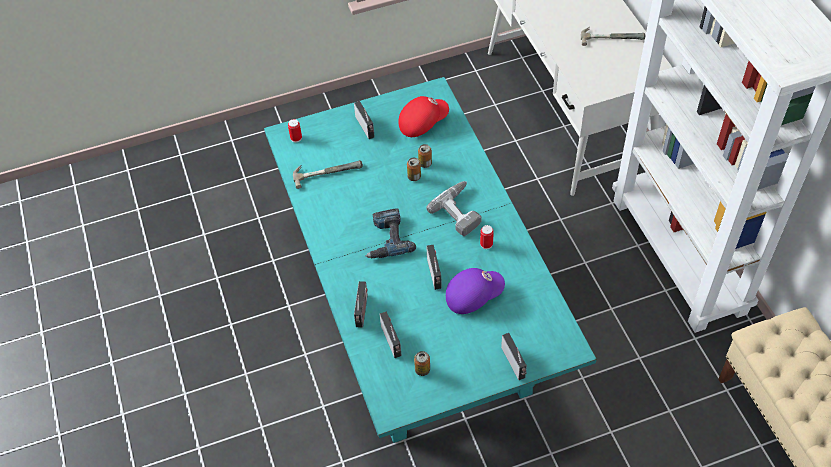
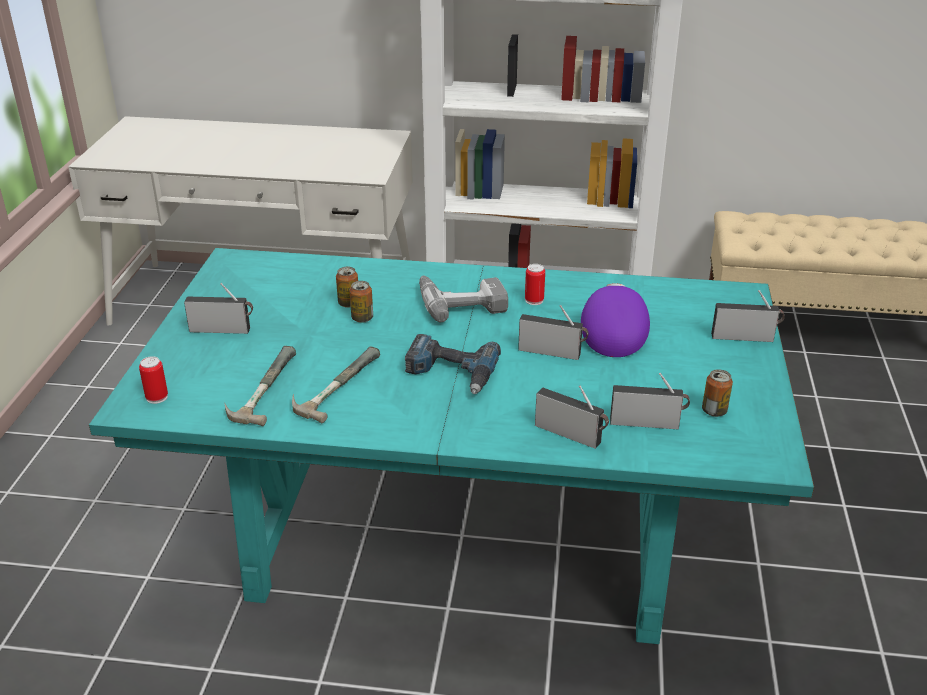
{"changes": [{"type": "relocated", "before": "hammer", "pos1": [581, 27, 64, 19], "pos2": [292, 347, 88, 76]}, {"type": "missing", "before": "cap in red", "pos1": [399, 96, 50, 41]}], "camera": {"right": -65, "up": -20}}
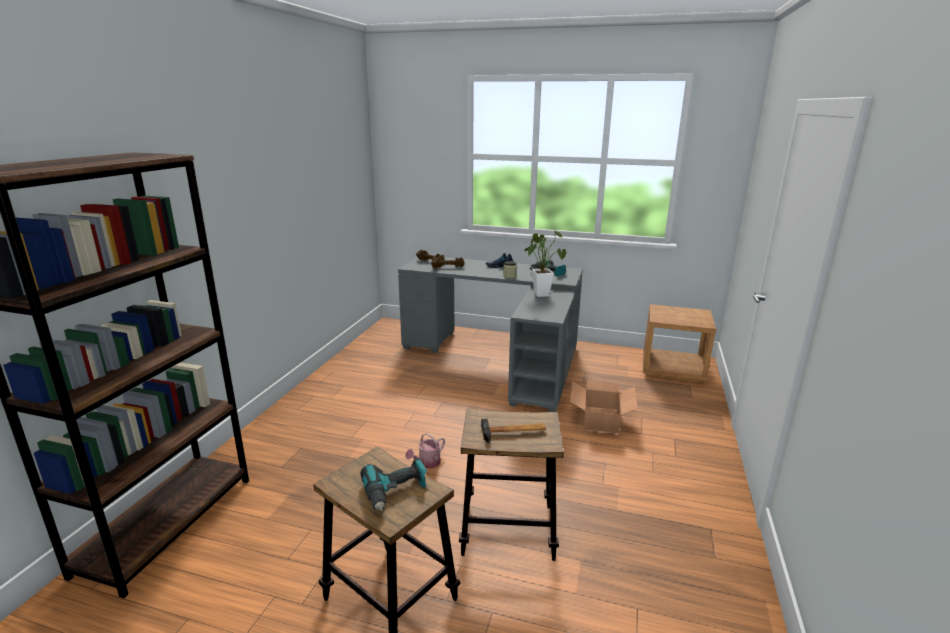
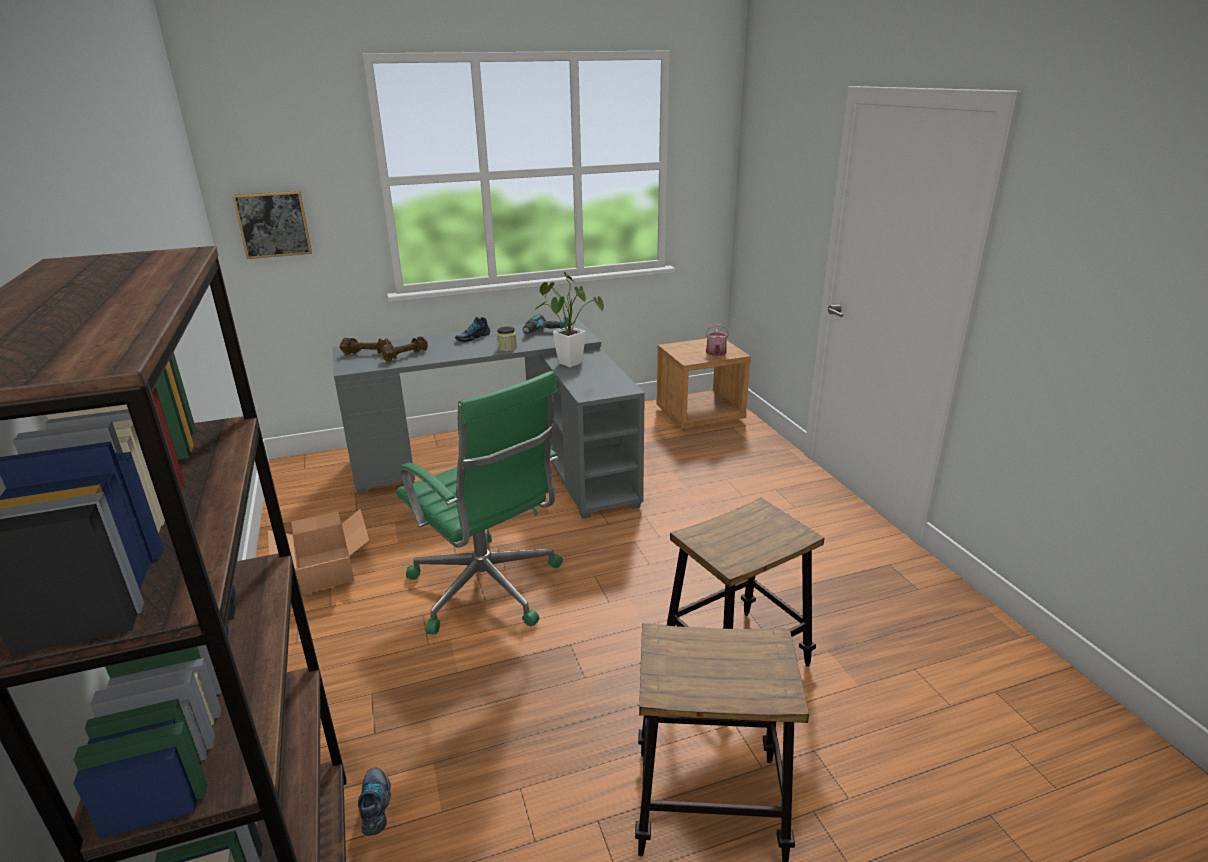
{"changes": [{"type": "appeared", "after": "picture", "pos2": [232, 191, 80, 68]}, {"type": "relocated", "before": "cardboard box", "pos1": [570, 380, 68, 53], "pos2": [268, 509, 101, 85]}, {"type": "appeared", "after": "shoe", "pos2": [358, 768, 33, 68]}, {"type": "appeared", "after": "office chair in green", "pos2": [396, 371, 167, 264]}, {"type": "relocated", "before": "watering can", "pos1": [405, 433, 40, 36], "pos2": [706, 324, 23, 32]}, {"type": "missing", "before": "power drill", "pos1": [360, 458, 68, 53]}, {"type": "missing", "before": "hammer", "pos1": [481, 419, 65, 24]}], "camera": {"right": -35, "up": 5}}
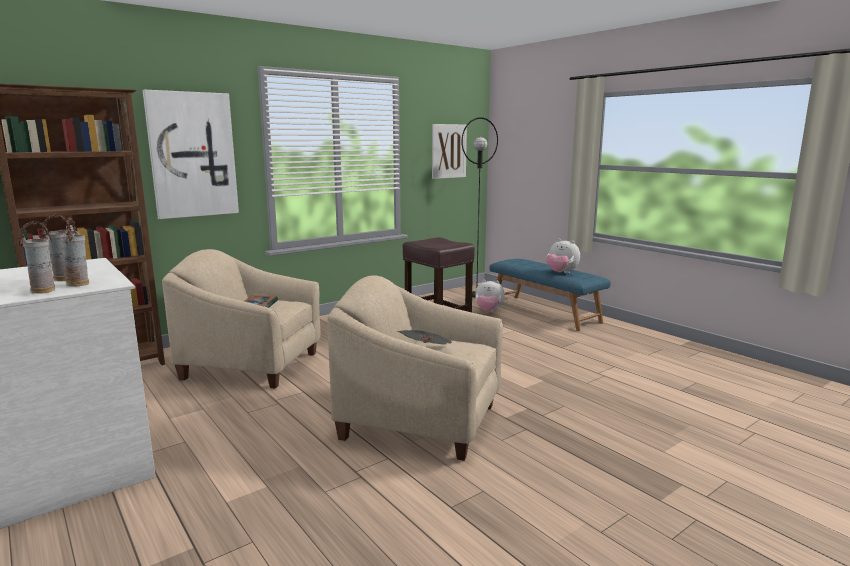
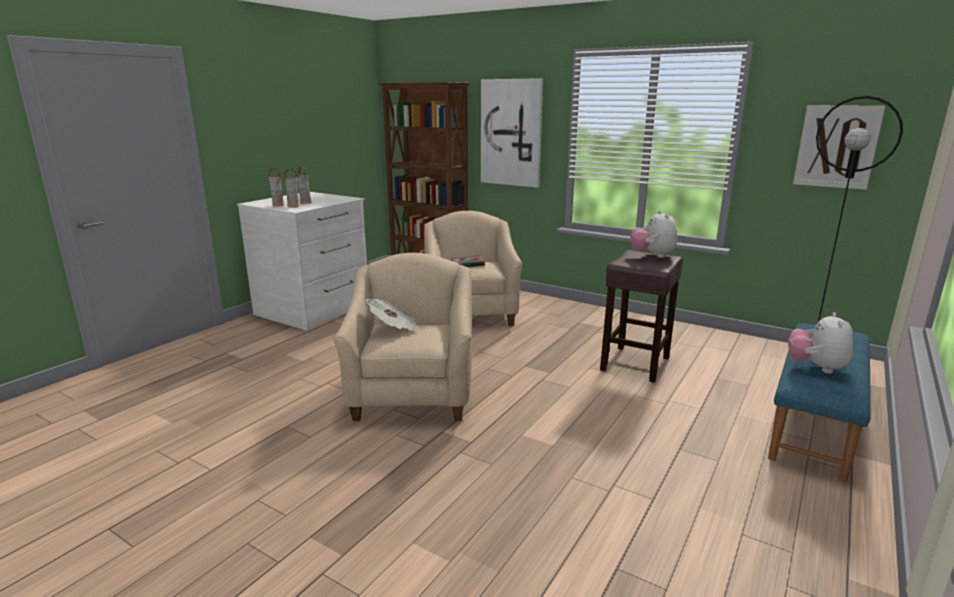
{"changes": [{"type": "relocated", "before": "plush toy", "pos1": [475, 280, 30, 31], "pos2": [630, 210, 47, 48]}], "camera": {"right": 70, "up": 5}}
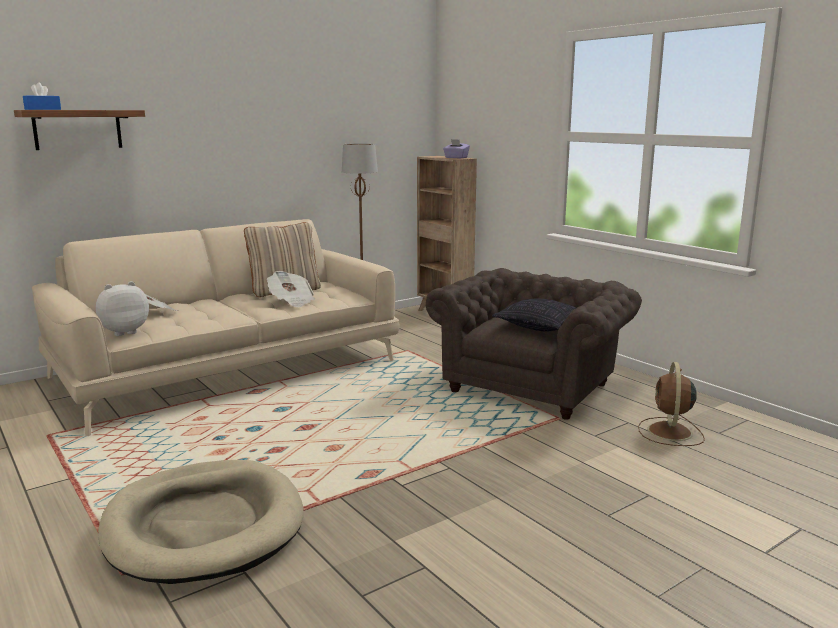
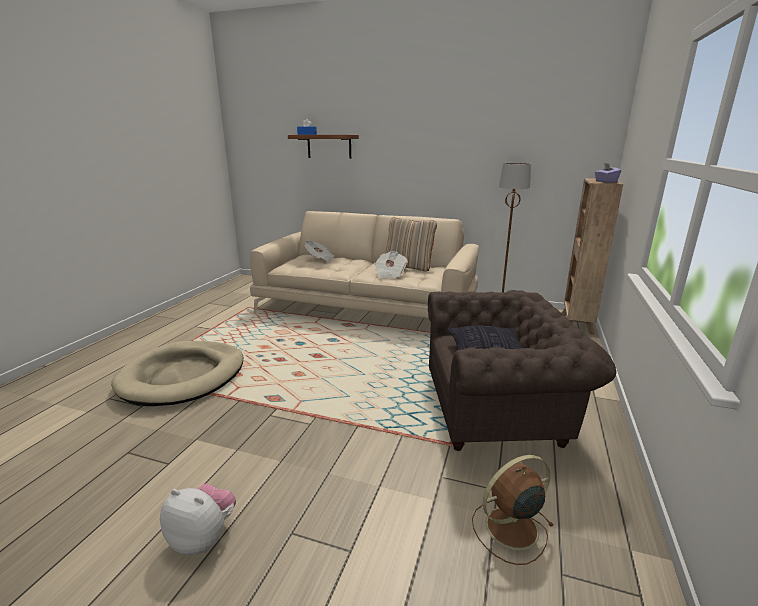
{"changes": [{"type": "relocated", "before": "plush toy", "pos1": [96, 281, 53, 55], "pos2": [160, 484, 76, 71]}], "camera": {"right": 55, "up": 5}}
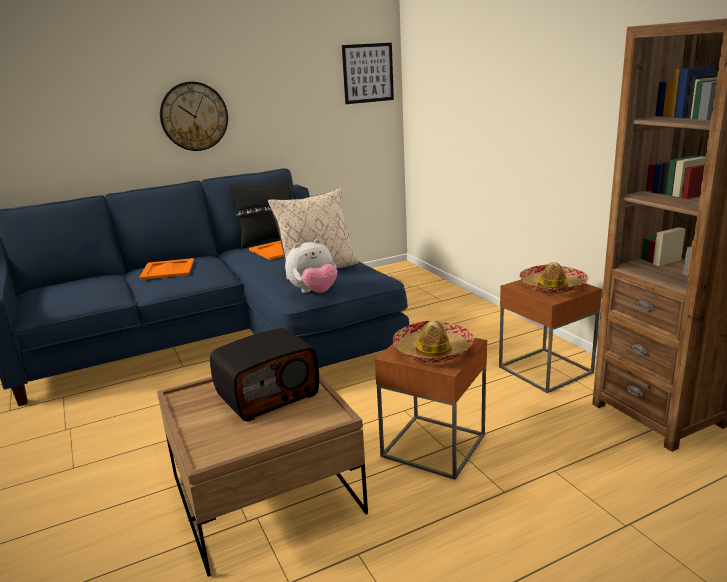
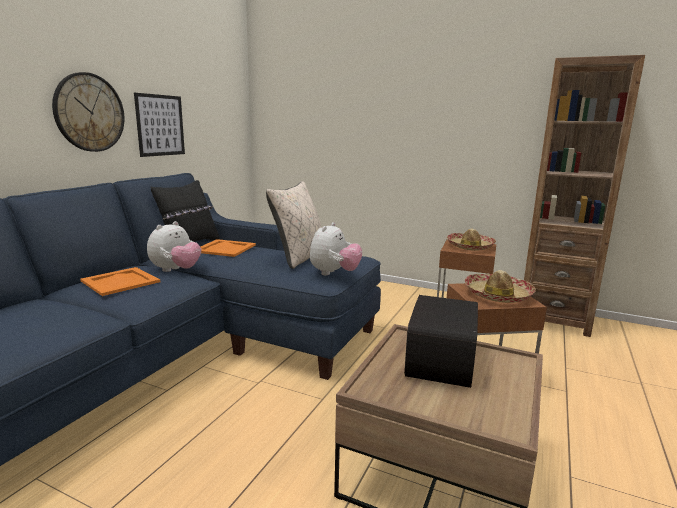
{"changes": [{"type": "relocated", "before": "picture", "pos1": [342, 43, 52, 61], "pos2": [134, 93, 51, 64]}, {"type": "appeared", "after": "plush toy", "pos2": [147, 221, 54, 51]}], "camera": {"right": -40, "up": -5}}
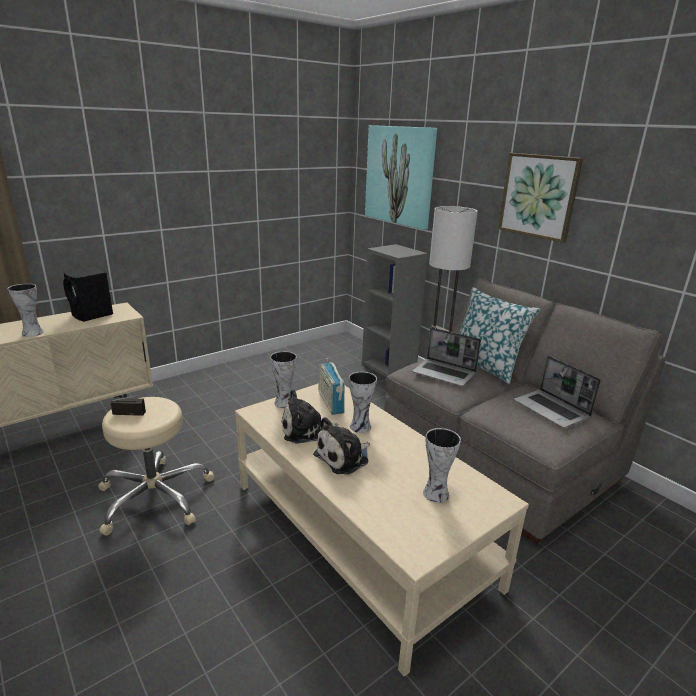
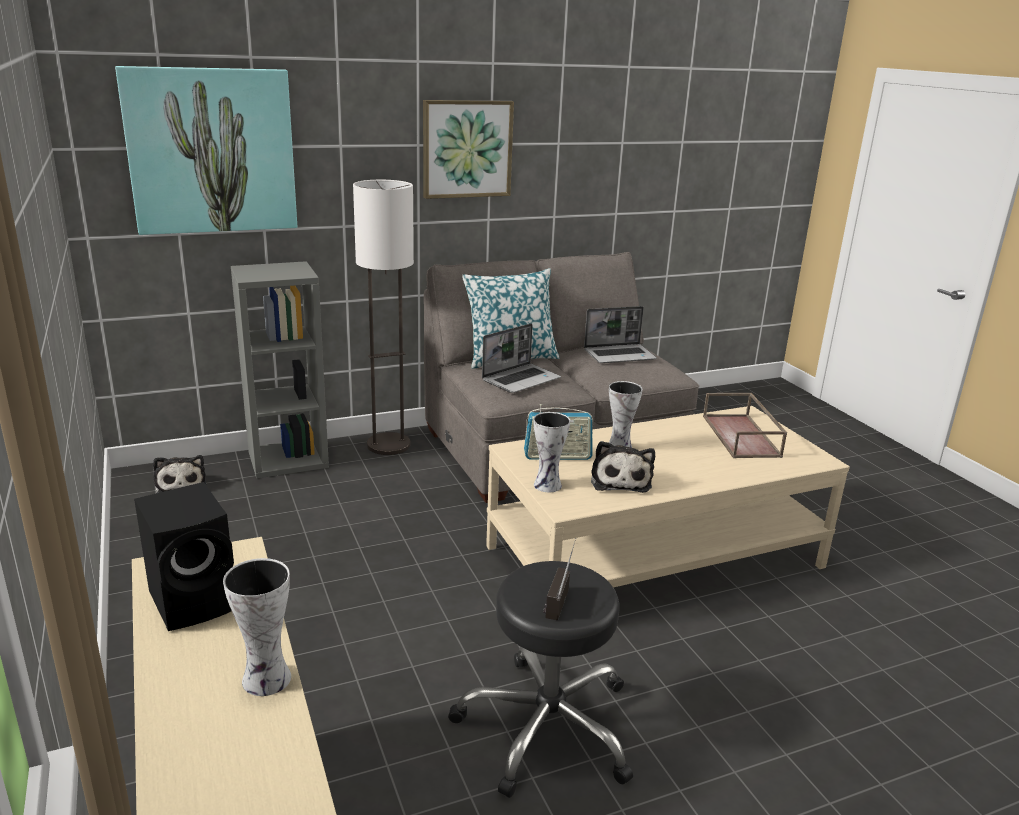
{"changes": [{"type": "relocated", "before": "plush toy", "pos1": [313, 417, 57, 57], "pos2": [153, 455, 53, 38]}, {"type": "colour", "before": "stool in beige", "after": "stool in black", "pos1": [98, 397, 117, 139], "pos2": [448, 561, 185, 237]}, {"type": "exchanged", "before": "vase", "after": "tray in brown", "pos1": [423, 428, 38, 75], "pos2": [703, 393, 84, 65]}], "camera": {"right": -75, "up": 0}}
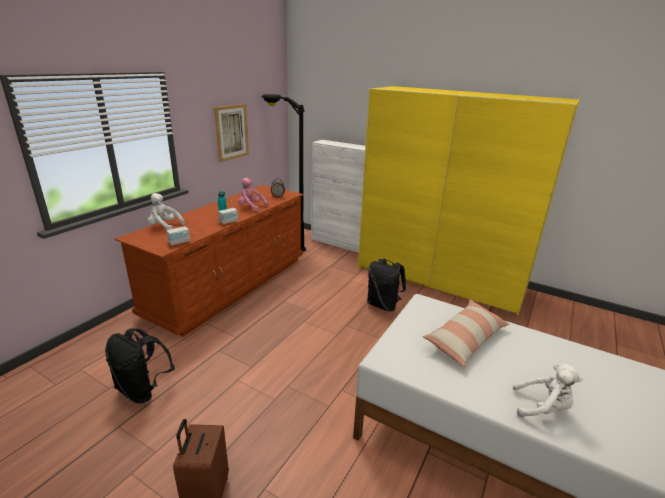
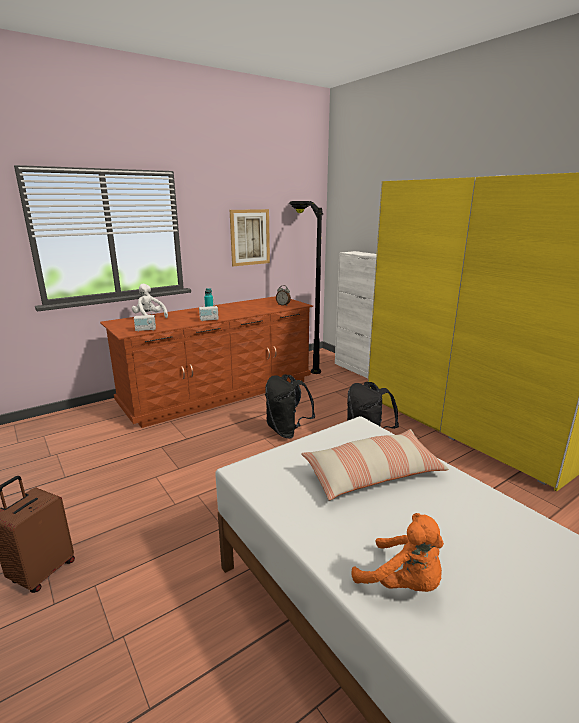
{"changes": [{"type": "relocated", "before": "backpack in black", "pos1": [105, 329, 70, 74], "pos2": [265, 375, 51, 63]}, {"type": "colour", "before": "plush toy in white", "after": "plush toy in orange", "pos1": [513, 364, 70, 53], "pos2": [352, 513, 92, 79]}, {"type": "missing", "before": "plush toy in pink", "pos1": [238, 178, 30, 34]}], "camera": {"right": 25, "up": -5}}
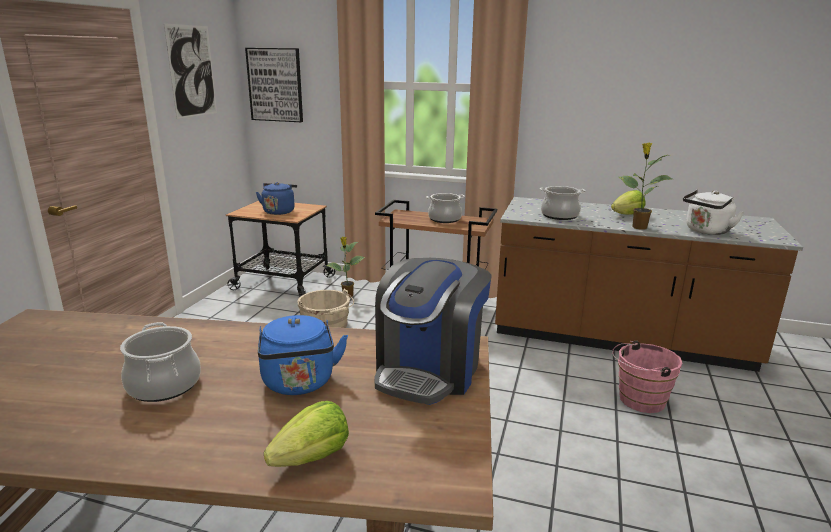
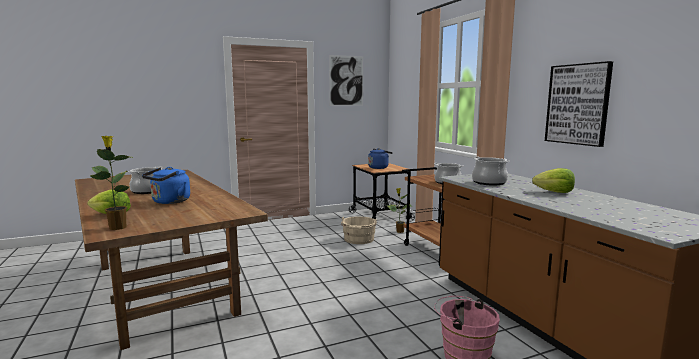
{"changes": [{"type": "relocated", "before": "potted plant", "pos1": [618, 143, 54, 87], "pos2": [90, 136, 42, 94]}, {"type": "relocated", "before": "picture", "pos1": [245, 48, 58, 74], "pos2": [545, 61, 68, 86]}, {"type": "missing", "before": "coffee machine", "pos1": [374, 258, 118, 147]}, {"type": "missing", "before": "kettle in white", "pos1": [683, 190, 61, 45]}], "camera": {"right": 50, "up": -10}}
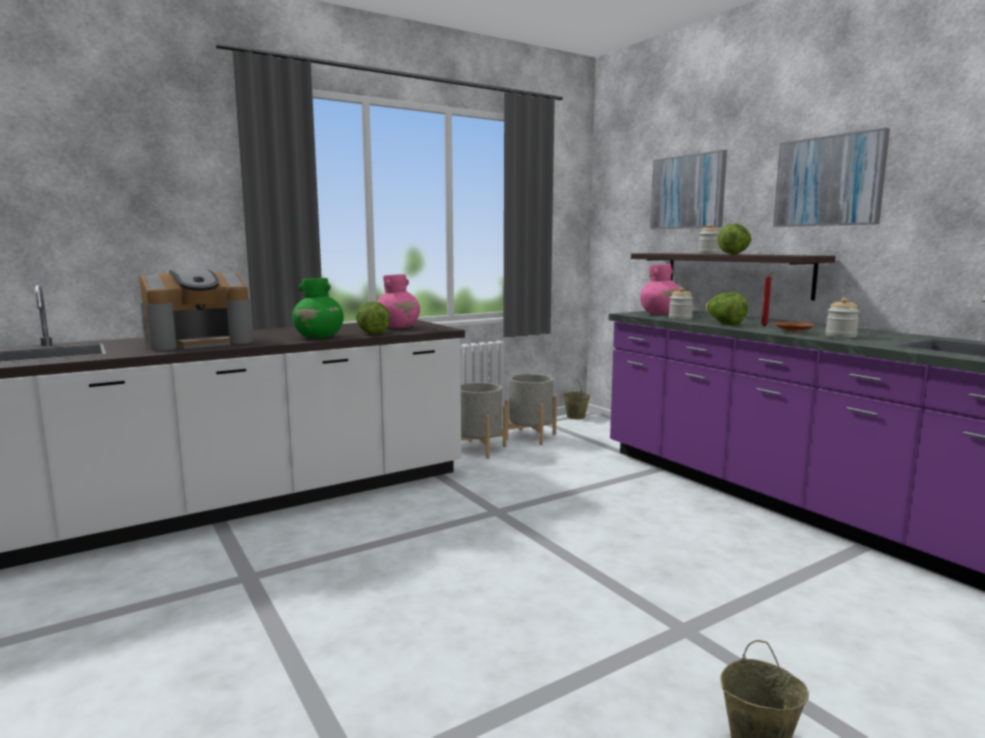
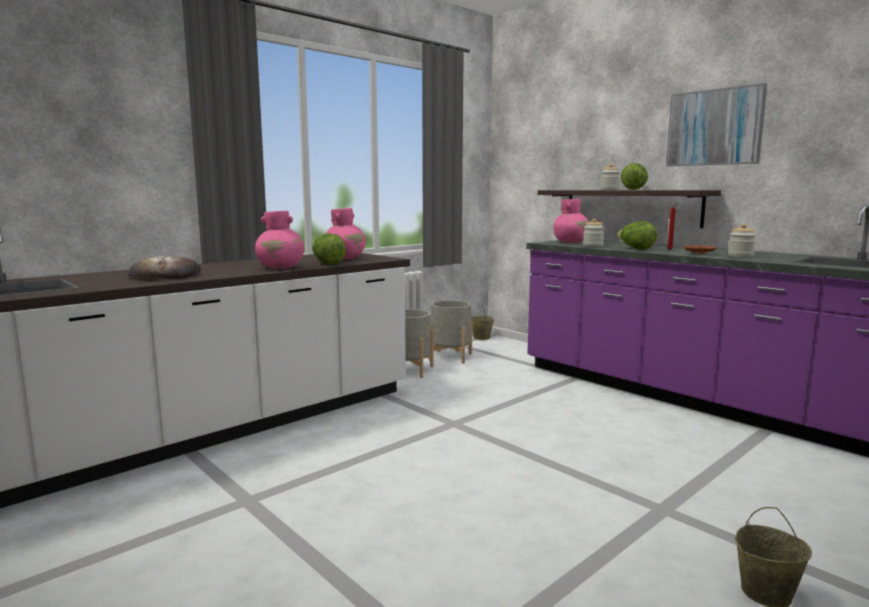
{"changes": [{"type": "exchanged", "before": "coffee machine", "after": "bread", "pos1": [139, 269, 114, 82], "pos2": [128, 256, 73, 24]}, {"type": "colour", "before": "vase in green", "after": "vase in pink", "pos1": [292, 278, 52, 60], "pos2": [255, 211, 49, 58]}, {"type": "missing", "before": "picture", "pos1": [650, 150, 77, 79]}], "camera": {"right": -10, "up": 0}}
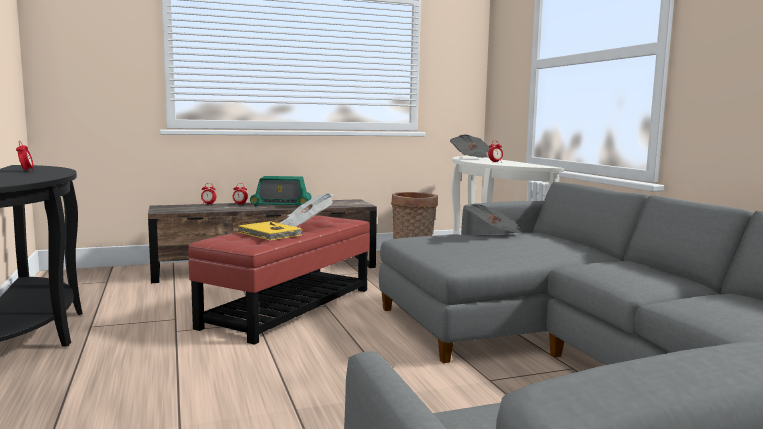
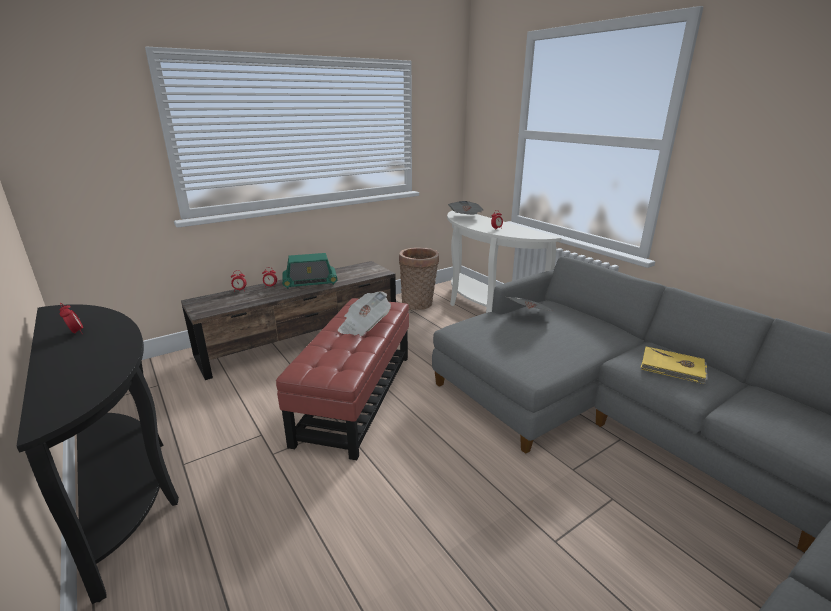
{"changes": [{"type": "relocated", "before": "book in yellow", "pos1": [237, 221, 65, 19], "pos2": [641, 347, 67, 37]}], "camera": {"right": -15, "up": 15}}
